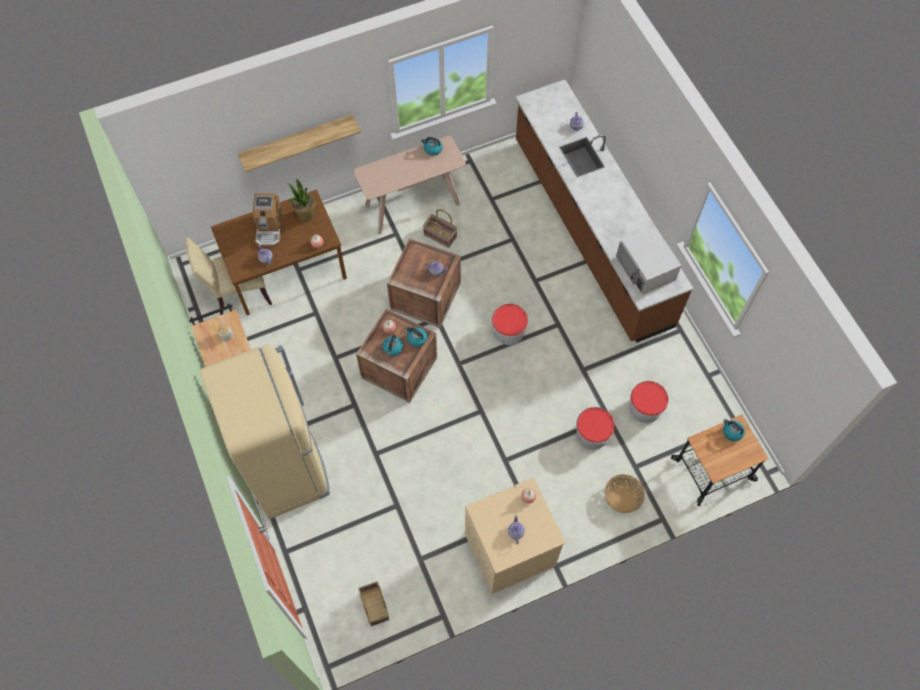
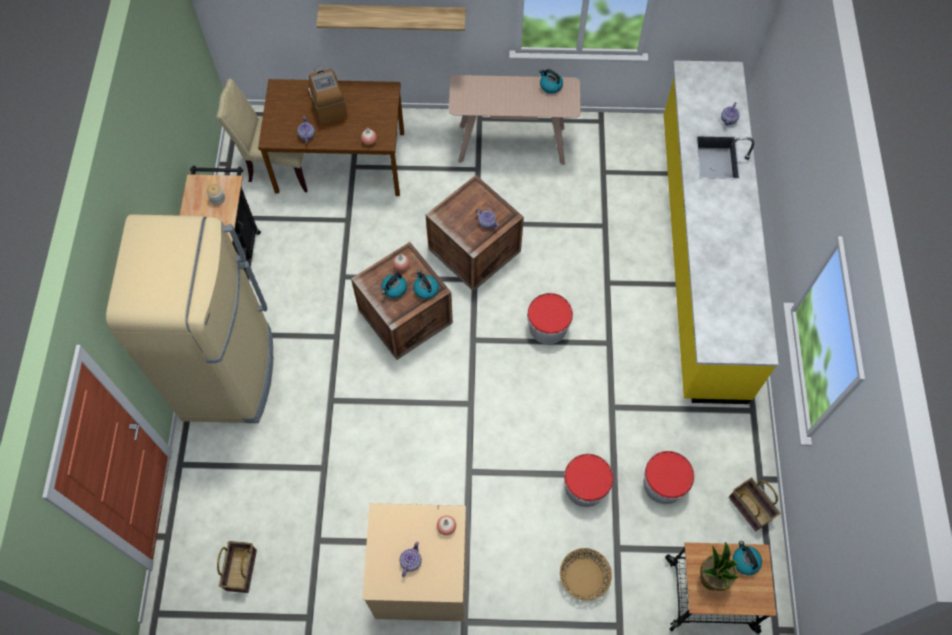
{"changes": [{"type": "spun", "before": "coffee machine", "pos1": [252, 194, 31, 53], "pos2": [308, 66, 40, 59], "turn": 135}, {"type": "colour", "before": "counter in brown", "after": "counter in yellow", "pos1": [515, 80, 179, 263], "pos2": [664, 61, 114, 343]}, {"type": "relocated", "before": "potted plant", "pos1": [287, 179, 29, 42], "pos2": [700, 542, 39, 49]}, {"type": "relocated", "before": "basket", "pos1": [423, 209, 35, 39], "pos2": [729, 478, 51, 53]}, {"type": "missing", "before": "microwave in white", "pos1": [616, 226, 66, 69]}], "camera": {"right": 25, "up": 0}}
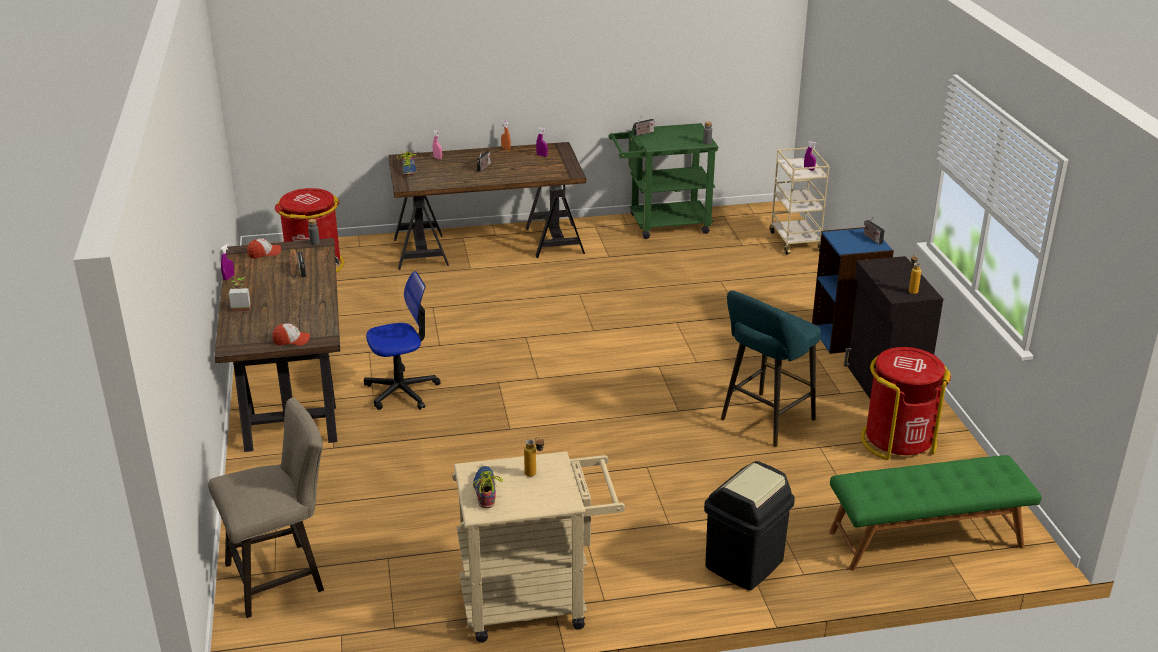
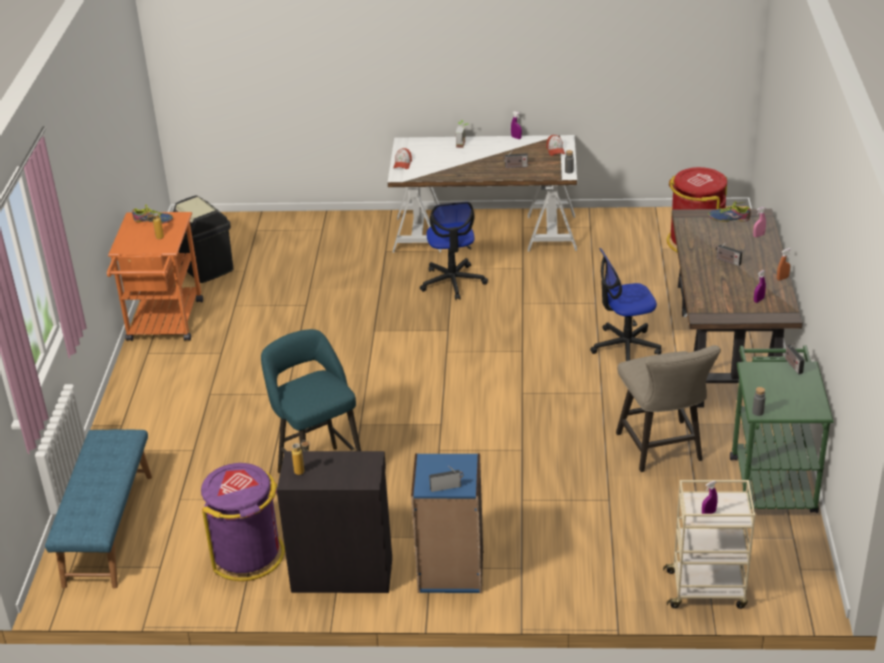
{"changes": [{"type": "colour", "before": "bench in green", "after": "bench in blue", "pos1": [829, 455, 213, 116], "pos2": [45, 429, 107, 160]}, {"type": "colour", "before": "cart in beige", "after": "cart in orange", "pos1": [452, 452, 173, 191], "pos2": [107, 212, 96, 129]}, {"type": "relocated", "before": "trash can in black", "pos1": [704, 461, 91, 129], "pos2": [173, 196, 61, 87]}, {"type": "colour", "before": "trash can in red", "after": "trash can in purple", "pos1": [861, 347, 90, 113], "pos2": [201, 463, 84, 118]}, {"type": "colour", "before": "desk in brown", "after": "desk in white", "pos1": [214, 238, 126, 214], "pos2": [387, 135, 190, 118]}, {"type": "appeared", "after": "office chair", "pos2": [590, 248, 71, 113]}, {"type": "relocated", "before": "stool in beige", "pos1": [208, 398, 116, 220], "pos2": [616, 345, 105, 127]}], "camera": {"right": 105, "up": 5}}
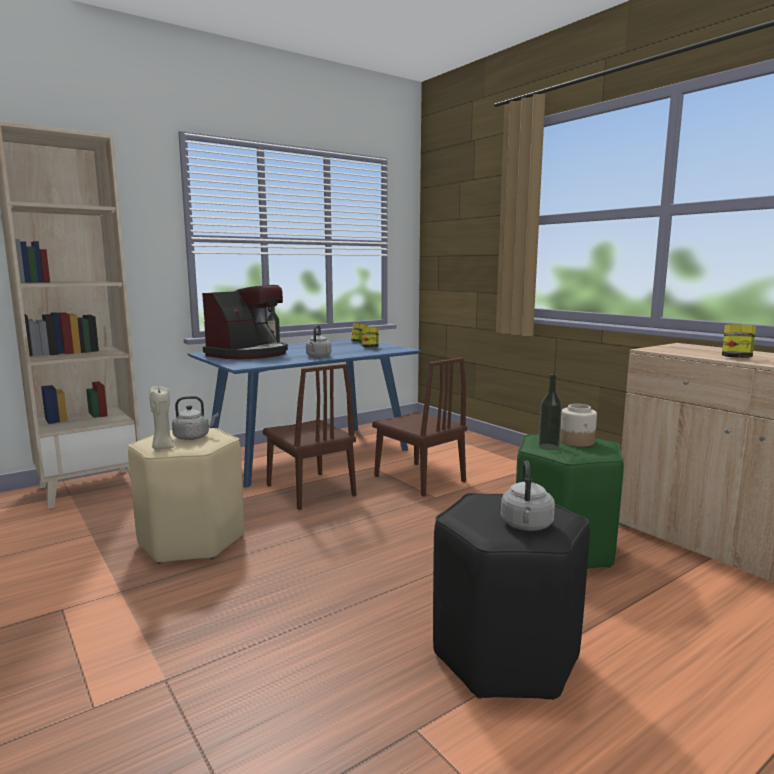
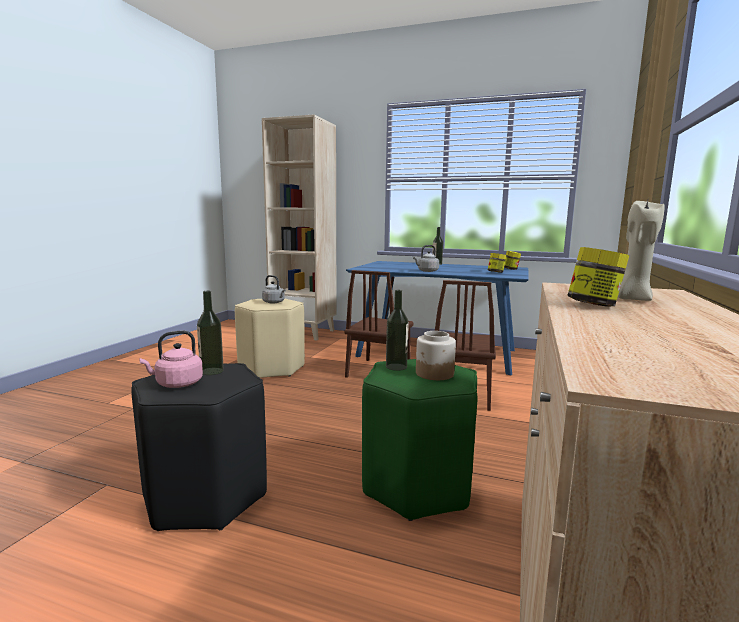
{"changes": [{"type": "colour", "before": "kettle in grey", "after": "kettle in pink", "pos1": [501, 460, 54, 71], "pos2": [139, 331, 64, 57]}, {"type": "appeared", "after": "bottle", "pos2": [197, 291, 27, 84]}, {"type": "relocated", "before": "candle in beige", "pos1": [149, 386, 25, 64], "pos2": [618, 200, 47, 101]}, {"type": "missing", "before": "coffee machine", "pos1": [202, 285, 86, 74]}], "camera": {"right": 55, "up": 0}}
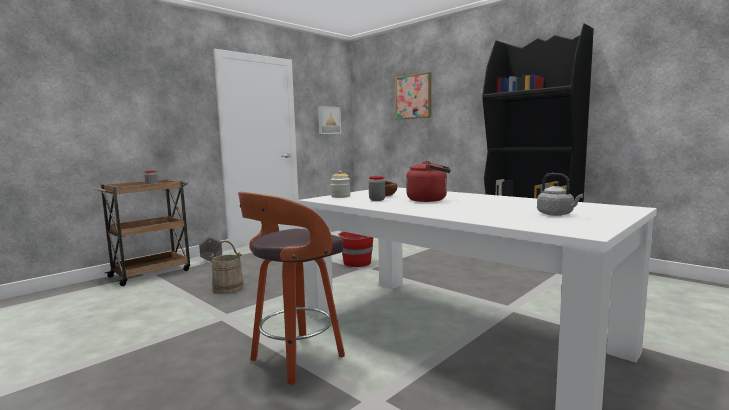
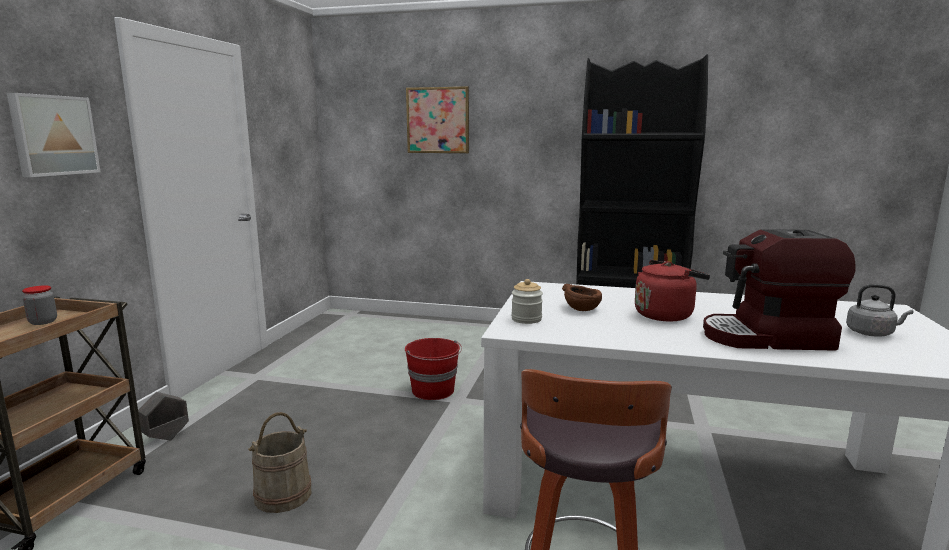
{"changes": [{"type": "relocated", "before": "picture", "pos1": [318, 106, 23, 28], "pos2": [7, 93, 93, 84]}, {"type": "appeared", "after": "coffee machine", "pos2": [703, 229, 153, 122]}, {"type": "missing", "before": "jar", "pos1": [369, 176, 16, 25]}], "camera": {"right": -30, "up": 5}}
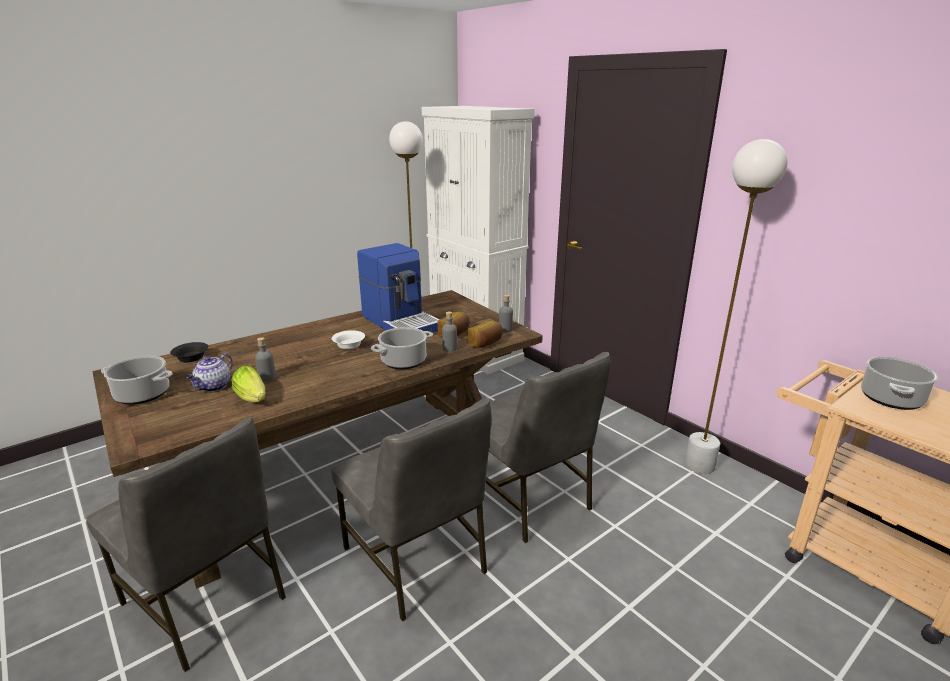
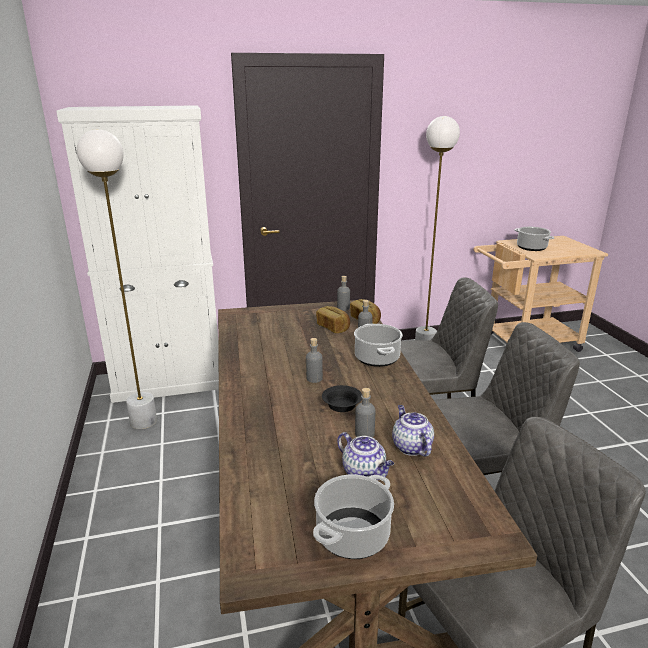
{"changes": [{"type": "exchanged", "before": "bowl in white", "after": "bottle in grey", "pos1": [332, 330, 33, 19], "pos2": [306, 338, 17, 45]}, {"type": "relocated", "before": "bowl in black", "pos1": [170, 342, 38, 20], "pos2": [322, 385, 40, 27]}, {"type": "exchanged", "before": "lettuce", "after": "teapot", "pos1": [232, 366, 34, 36], "pos2": [392, 405, 42, 52]}, {"type": "missing", "before": "coffee machine", "pos1": [357, 243, 83, 91]}], "camera": {"right": -65, "up": 0}}
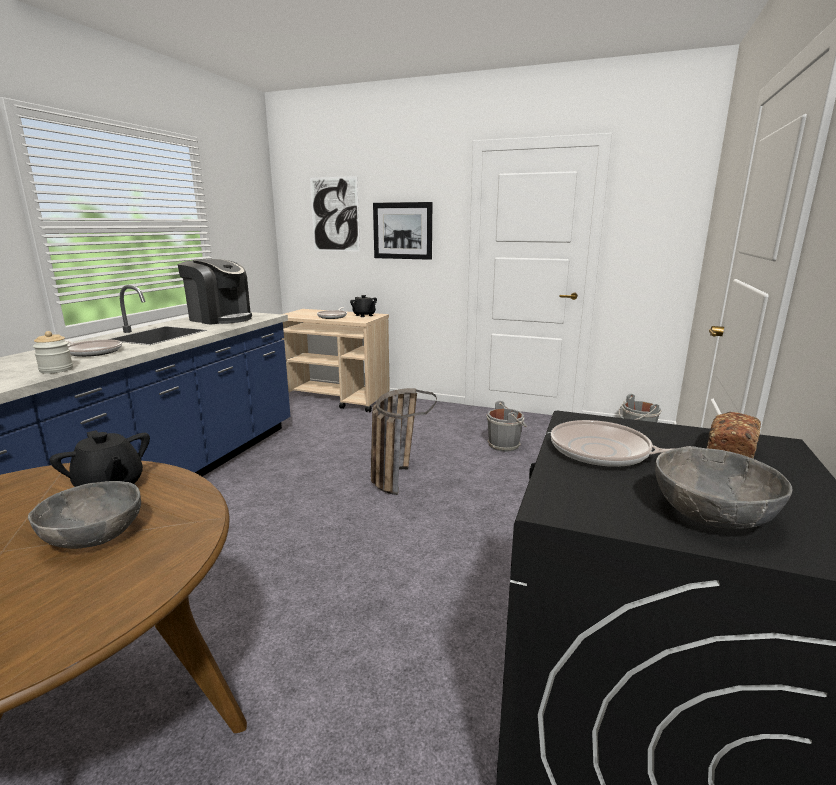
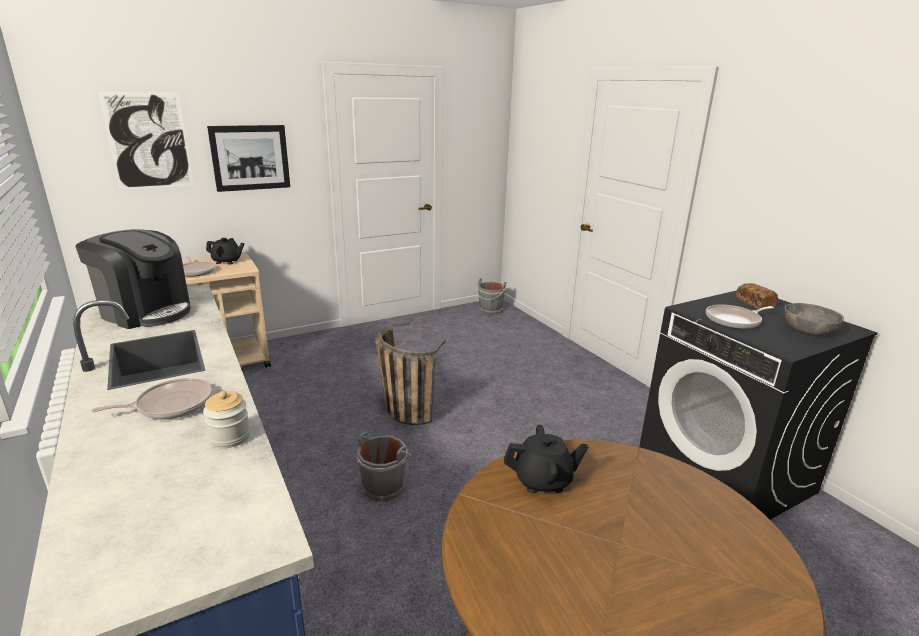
{"changes": [{"type": "spun", "before": "coffee machine", "pos1": [178, 259, 74, 66], "pos2": [75, 229, 115, 100], "turn": 45}, {"type": "relocated", "before": "bucket in grey", "pos1": [486, 401, 41, 51], "pos2": [357, 432, 55, 69]}, {"type": "missing", "before": "bowl in grey", "pos1": [28, 481, 113, 68]}], "camera": {"right": -50, "up": 5}}
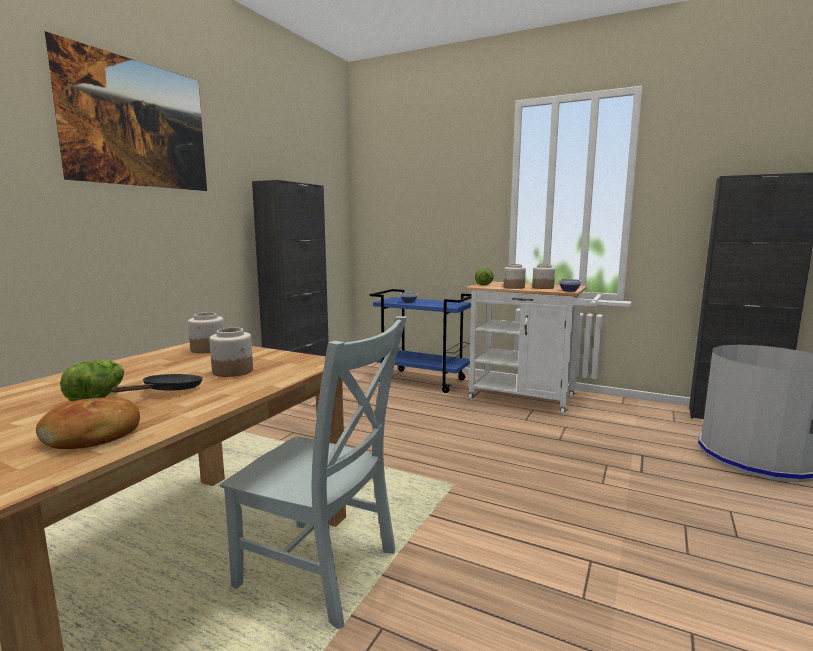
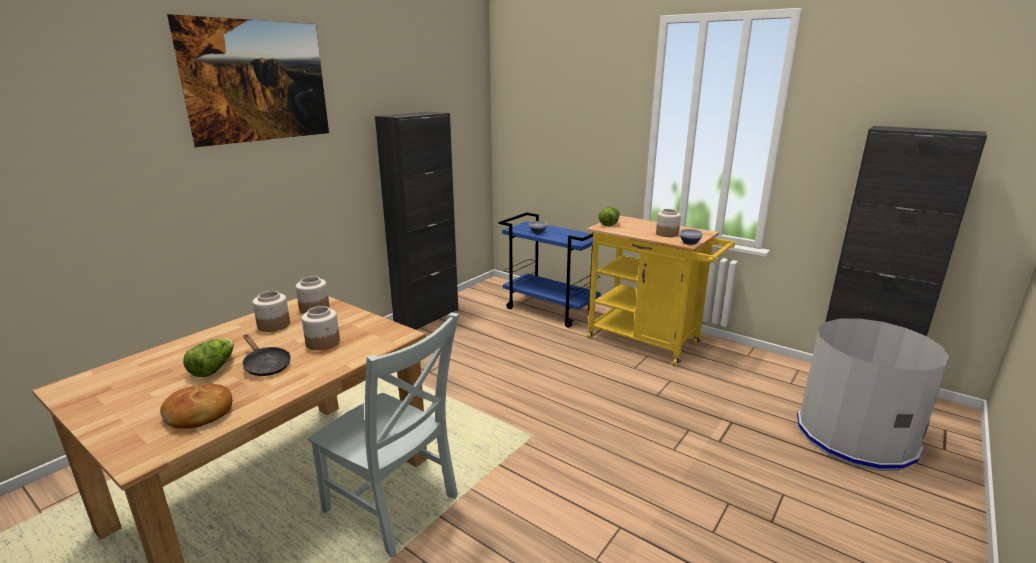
{"changes": [{"type": "spun", "before": "frying pan in black", "pos1": [111, 374, 92, 18], "pos2": [242, 334, 49, 42], "turn": 105}, {"type": "relocated", "before": "jar", "pos1": [504, 264, 22, 25], "pos2": [253, 291, 37, 41]}, {"type": "colour", "before": "cart in white", "after": "cart in yellow", "pos1": [465, 282, 138, 134], "pos2": [587, 216, 148, 150]}], "camera": {"right": 10, "up": 10}}
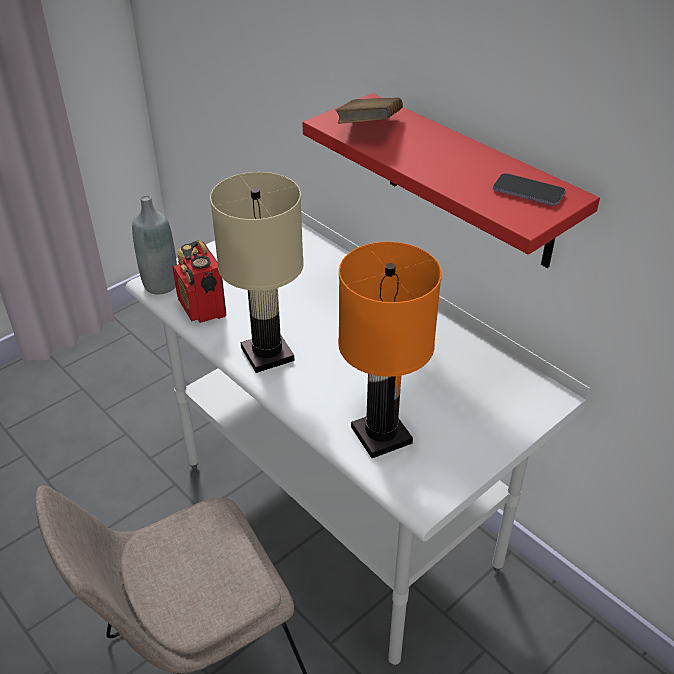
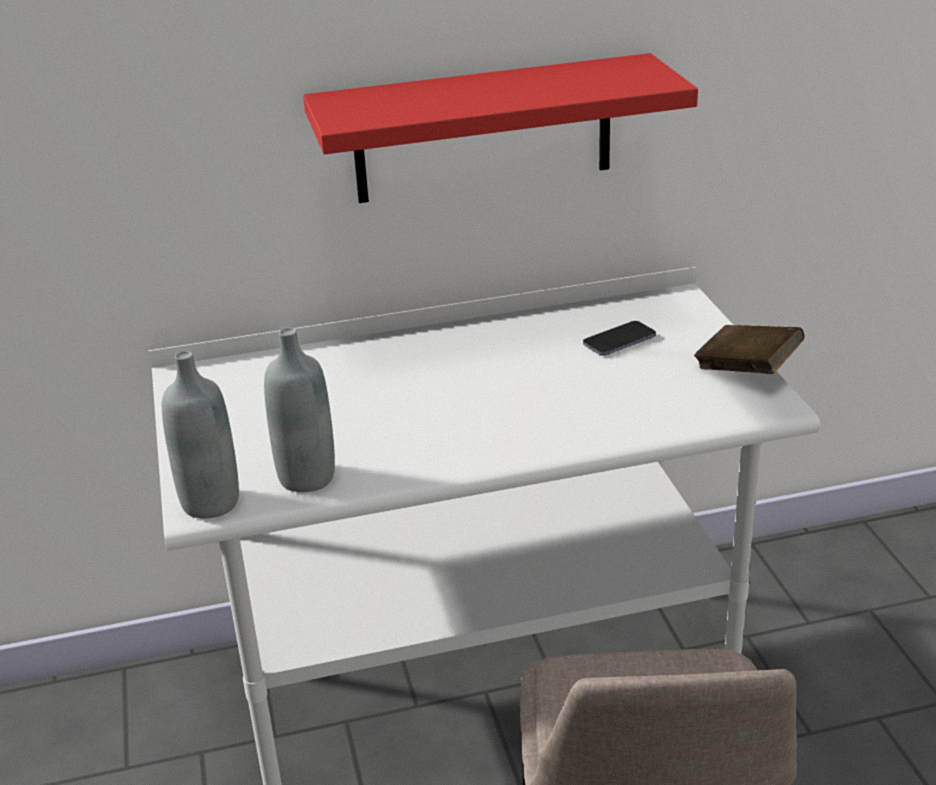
{"changes": [{"type": "exchanged", "before": "radio", "after": "bottle in grey", "pos1": [173, 240, 53, 83], "pos2": [264, 328, 71, 164]}, {"type": "relocated", "before": "phone", "pos1": [493, 173, 73, 33], "pos2": [583, 321, 73, 35]}, {"type": "relocated", "before": "book in brown", "pos1": [335, 97, 68, 27], "pos2": [694, 325, 110, 49]}, {"type": "missing", "before": "table lamp in beige", "pos1": [210, 172, 94, 201]}, {"type": "missing", "before": "table lamp in orange", "pos1": [338, 242, 104, 216]}], "camera": {"right": -60, "up": -10}}
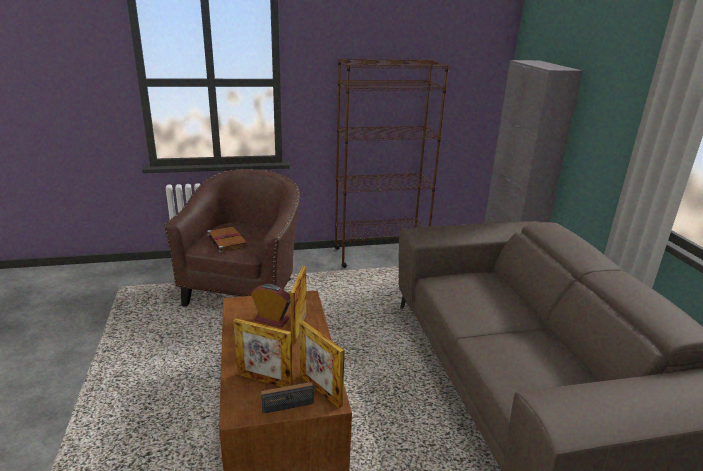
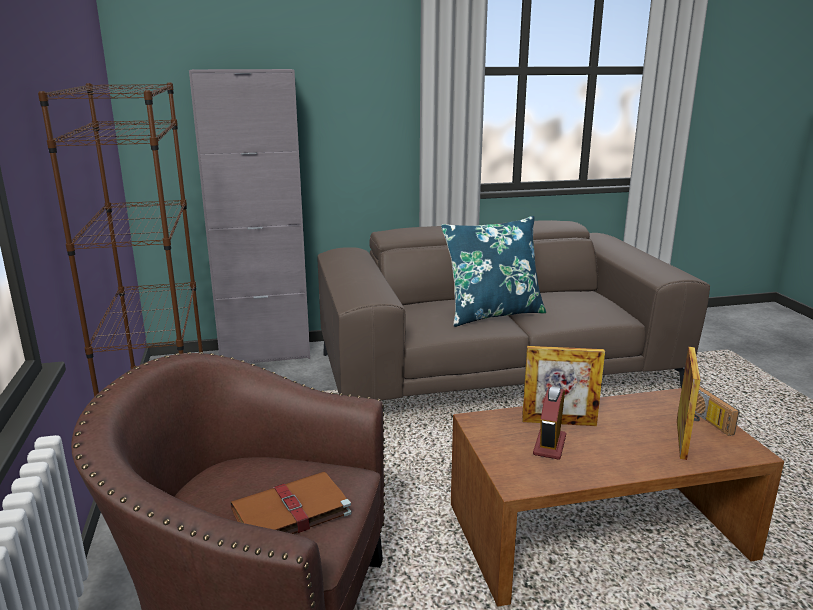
{"changes": [{"type": "appeared", "after": "pillow in blue", "pos2": [441, 216, 105, 111]}, {"type": "missing", "before": "picture frame", "pos1": [299, 321, 46, 87]}], "camera": {"right": -90, "up": -5}}
